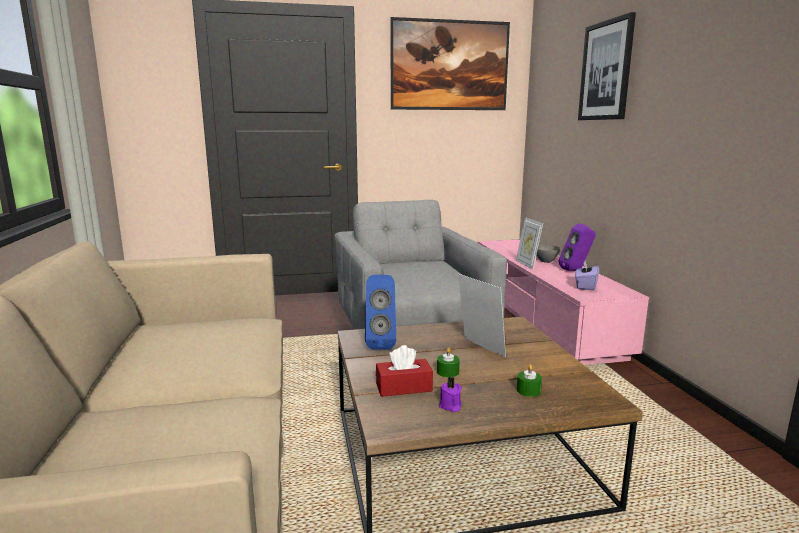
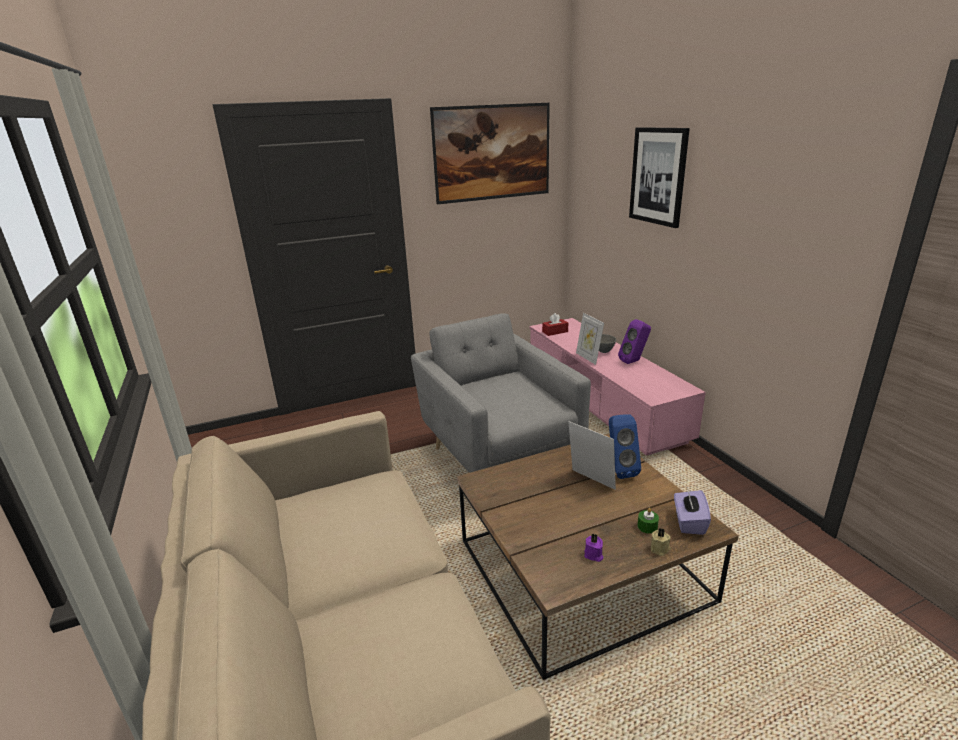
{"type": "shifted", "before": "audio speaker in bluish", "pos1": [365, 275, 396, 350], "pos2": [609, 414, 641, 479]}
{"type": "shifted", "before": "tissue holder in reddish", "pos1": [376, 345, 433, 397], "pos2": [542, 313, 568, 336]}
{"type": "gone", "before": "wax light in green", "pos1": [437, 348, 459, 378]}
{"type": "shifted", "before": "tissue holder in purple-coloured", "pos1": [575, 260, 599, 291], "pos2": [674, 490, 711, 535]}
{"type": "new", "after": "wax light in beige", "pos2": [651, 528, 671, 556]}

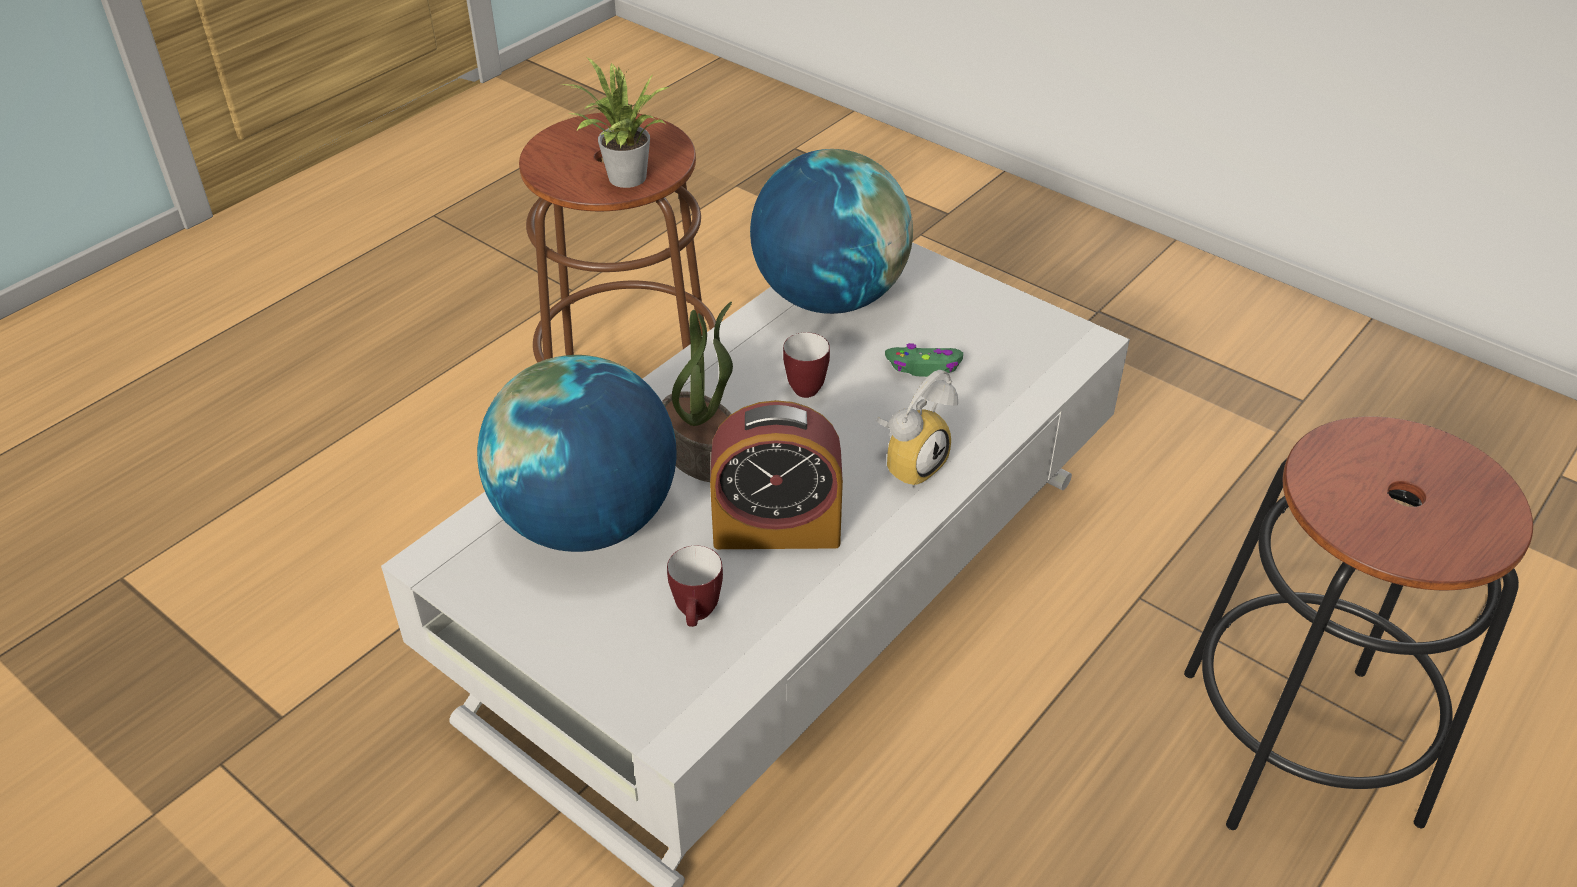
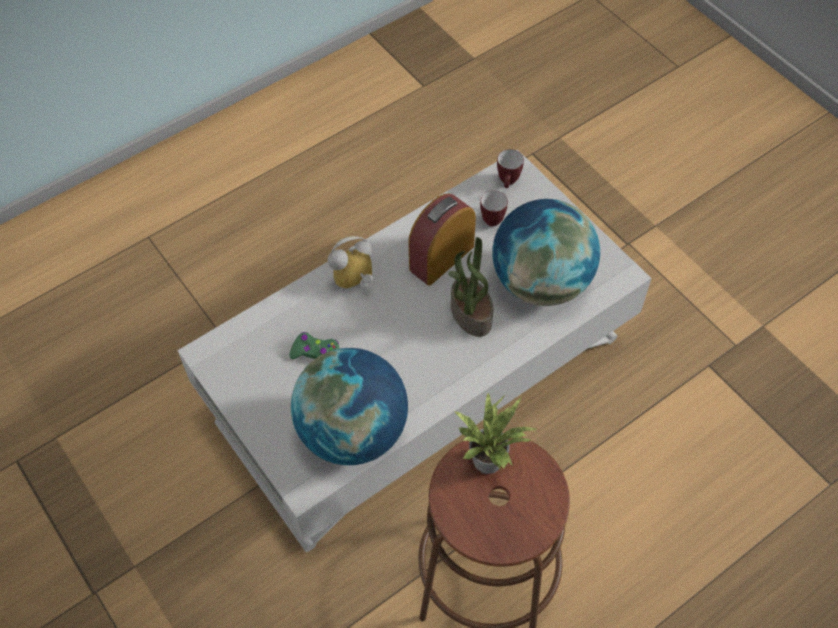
{"type": "rotated", "before": "bedside clock", "pos1": [710, 400, 843, 549], "pos2": [408, 193, 476, 286], "turn": -60}
{"type": "shifted", "before": "coffee mug", "pos1": [783, 332, 830, 398], "pos2": [497, 149, 524, 188]}
{"type": "gone", "before": "stool in blackish", "pos1": [1184, 416, 1533, 830]}

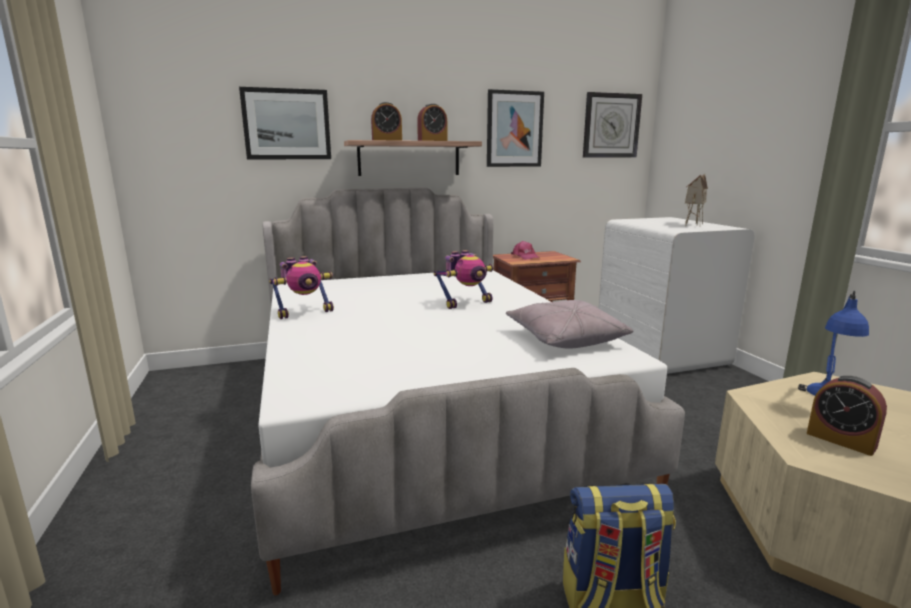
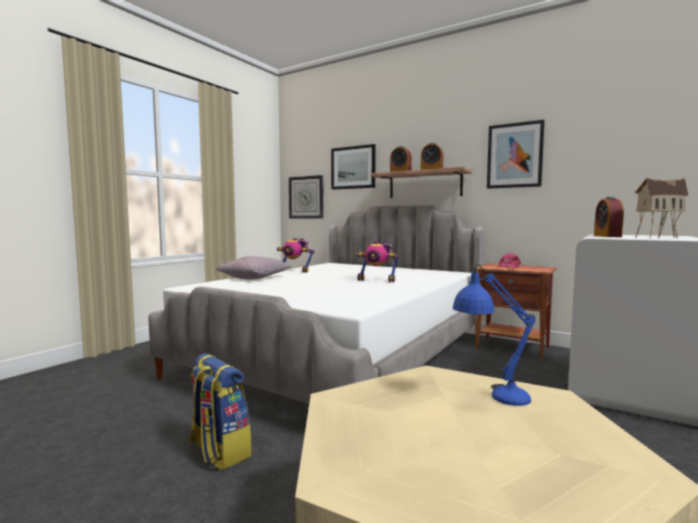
{"type": "shifted", "before": "throw pillow in purple-coloured", "pos1": [506, 300, 634, 348], "pos2": [215, 256, 292, 280]}
{"type": "shifted", "before": "hanging clock", "pos1": [583, 92, 642, 158], "pos2": [289, 175, 324, 219]}
{"type": "shifted", "before": "bedside clock", "pos1": [807, 376, 887, 456], "pos2": [594, 197, 624, 237]}

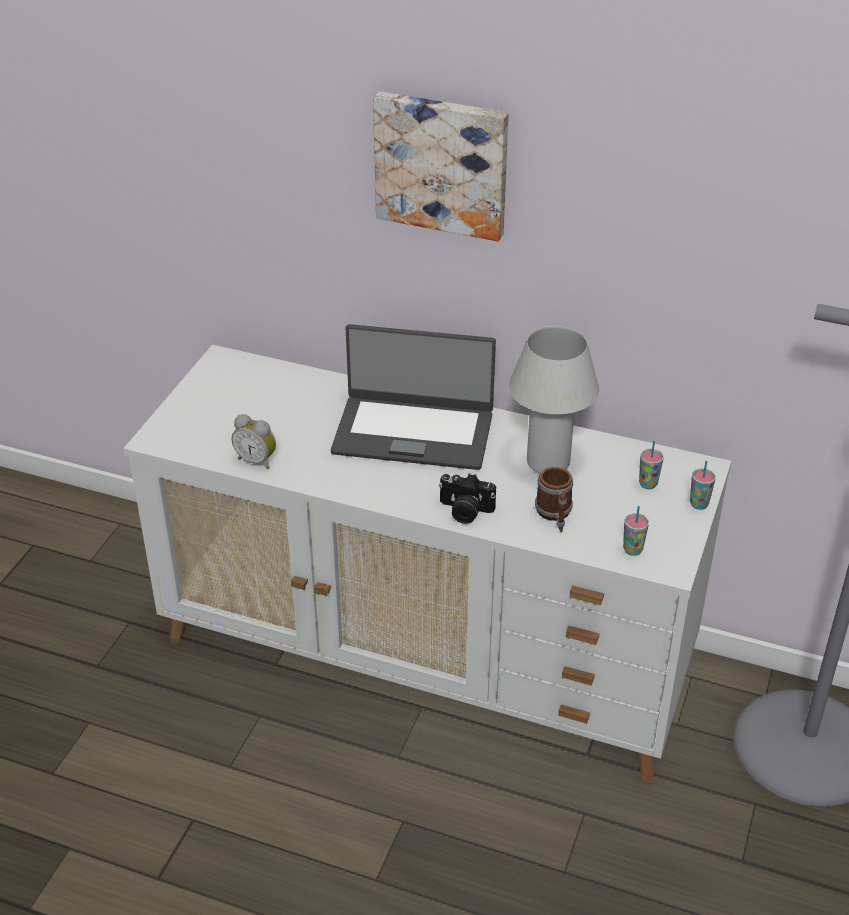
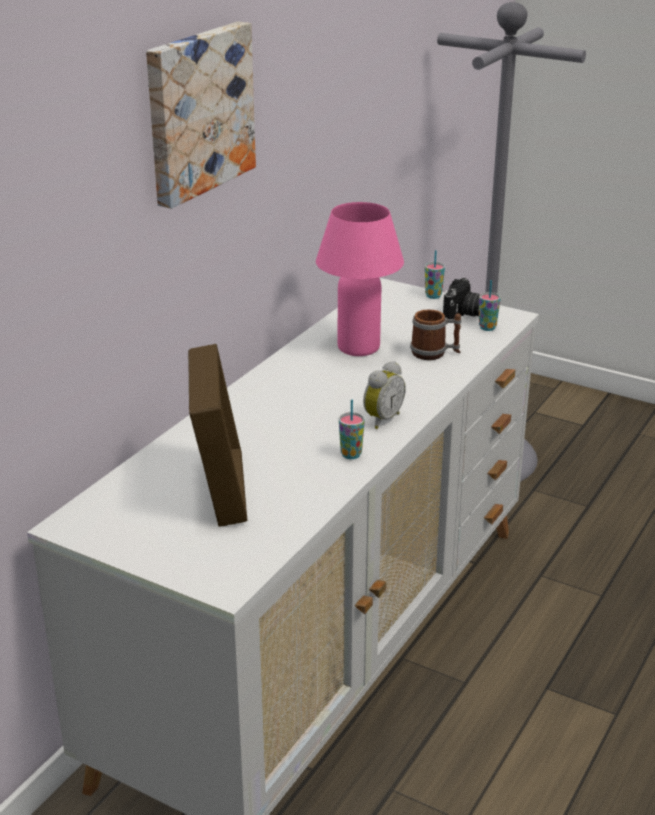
{"type": "shifted", "before": "bedside clock", "pos1": [232, 414, 276, 470], "pos2": [363, 361, 406, 429]}
{"type": "gone", "before": "notebook computer", "pos1": [331, 324, 496, 470]}
{"type": "shifted", "before": "still camera", "pos1": [439, 473, 496, 524], "pos2": [443, 278, 480, 319]}
{"type": "repainted", "before": "lamp for a table in white", "after": "lamp for a table in pink", "pos1": [509, 326, 599, 474], "pos2": [316, 202, 404, 356]}
{"type": "shifted", "before": "small cup", "pos1": [639, 441, 664, 489], "pos2": [339, 400, 365, 459]}
{"type": "new", "after": "picture frame", "pos2": [188, 344, 247, 527]}

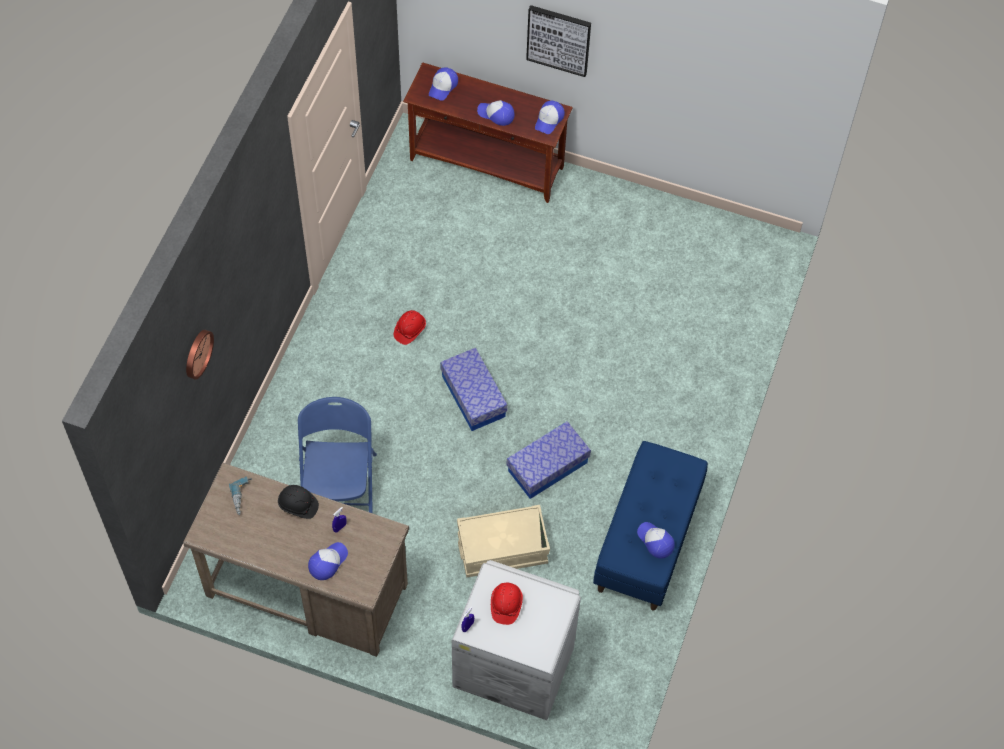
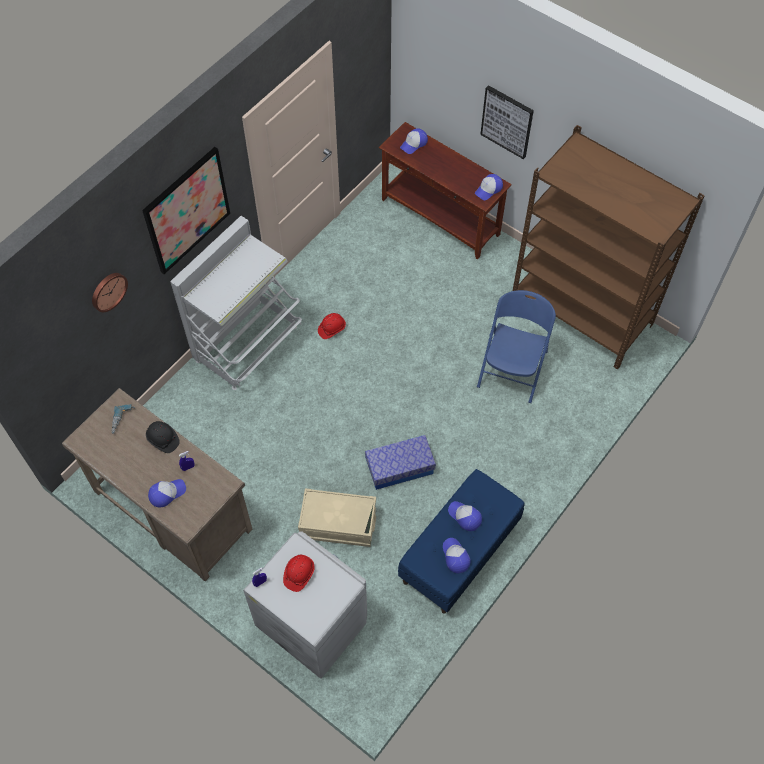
{"type": "shifted", "before": "plain chair in bluish", "pos1": [298, 397, 377, 513], "pos2": [477, 290, 556, 403]}
{"type": "gone", "before": "storage container", "pos1": [440, 348, 508, 431]}
{"type": "shifted", "before": "peaked cap", "pos1": [477, 100, 515, 126], "pos2": [448, 501, 482, 531]}
{"type": "new", "after": "wall picture", "pos2": [142, 147, 231, 275]}
{"type": "new", "after": "shoe shelf in white", "pos2": [170, 216, 302, 390]}
{"type": "new", "after": "bookcase in brown-coloured", "pos2": [513, 125, 705, 370]}

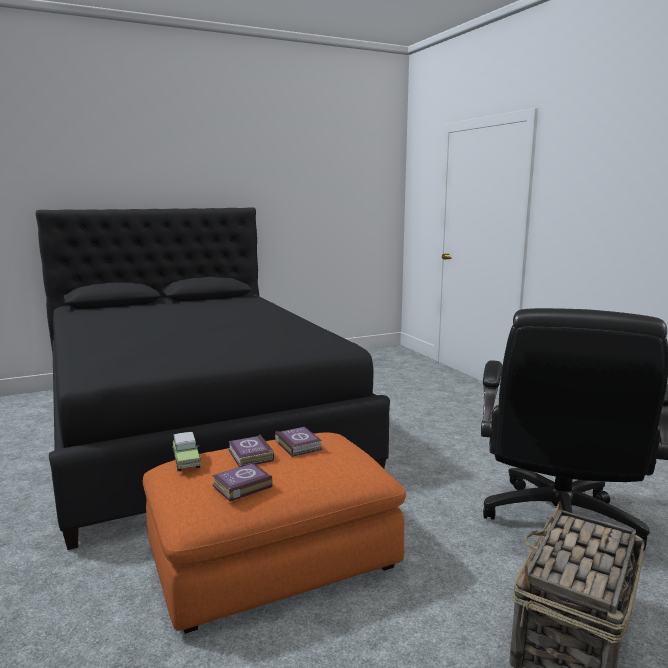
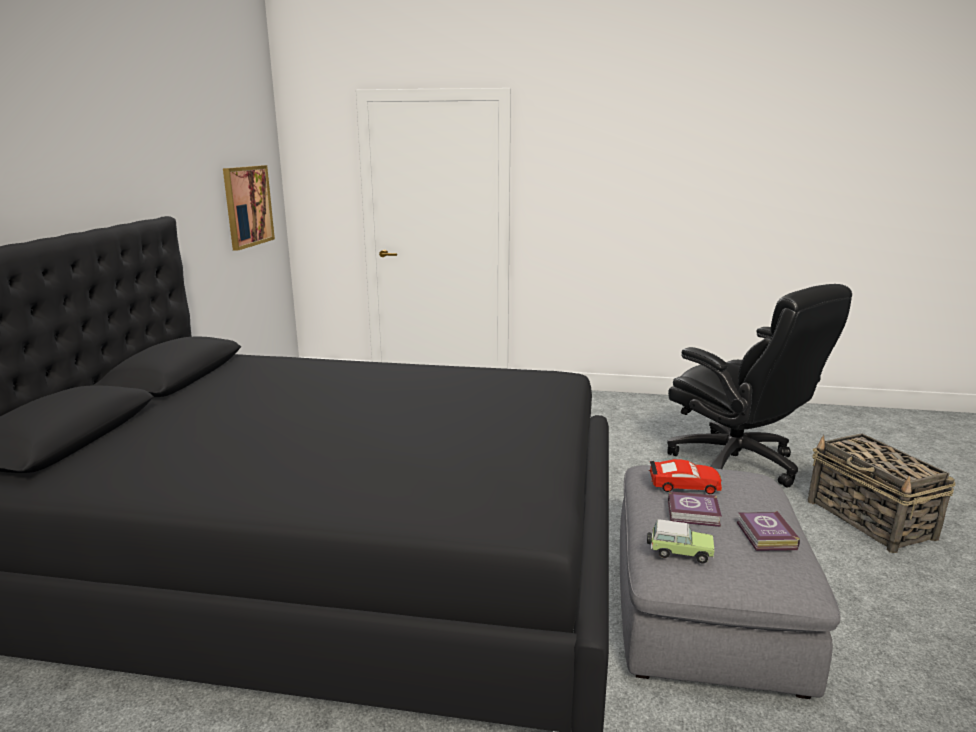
{"type": "repainted", "before": "pouffe in orangey", "after": "pouffe in grey", "pos1": [143, 432, 406, 634], "pos2": [620, 465, 841, 699]}
{"type": "swapped", "before": "volume", "after": "miniature car in reddish", "pos1": [275, 427, 322, 457], "pos2": [649, 459, 722, 494]}
{"type": "new", "after": "wall picture", "pos2": [223, 165, 275, 251]}

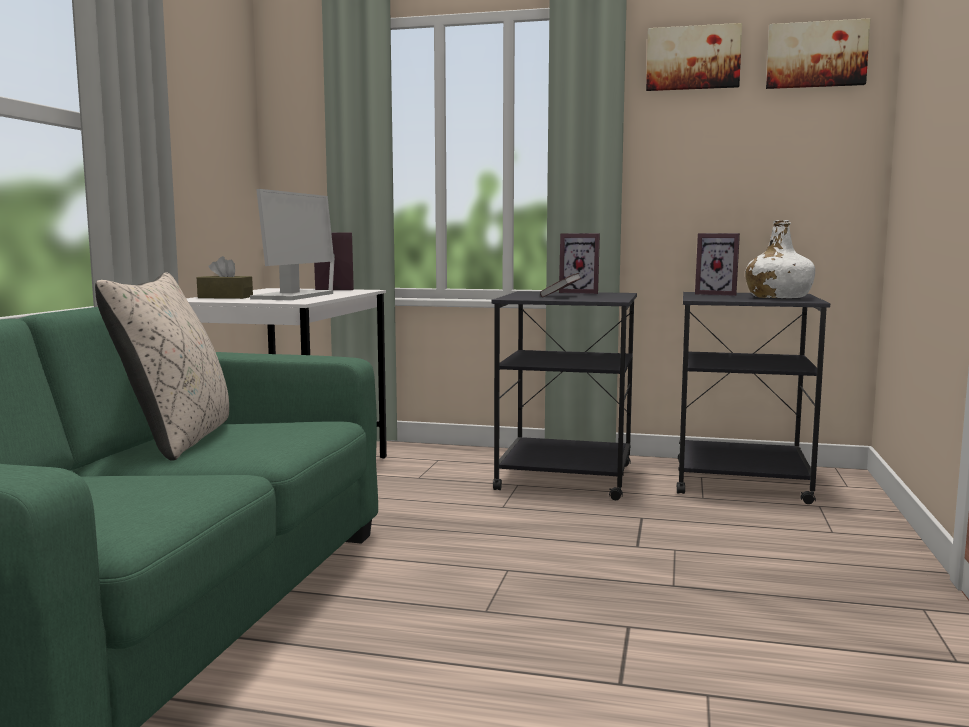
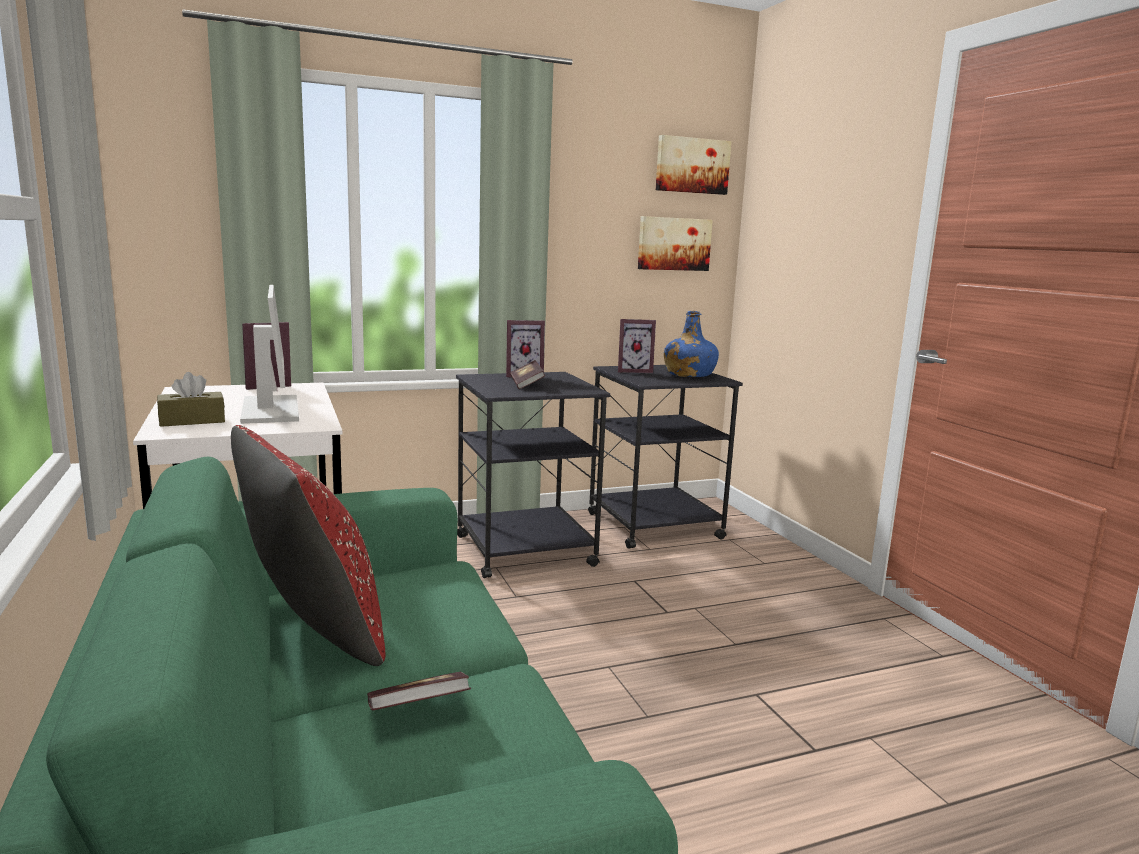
{"type": "repainted", "before": "throw pillow in beige", "after": "throw pillow in reddish", "pos1": [95, 272, 229, 461], "pos2": [231, 425, 385, 666]}
{"type": "shifted", "before": "wall picture", "pos1": [646, 23, 742, 91], "pos2": [638, 216, 713, 271]}
{"type": "repainted", "before": "bottle in white", "after": "bottle in bluish", "pos1": [745, 220, 815, 298], "pos2": [664, 311, 719, 377]}
{"type": "new", "after": "volume", "pos2": [367, 672, 471, 710]}

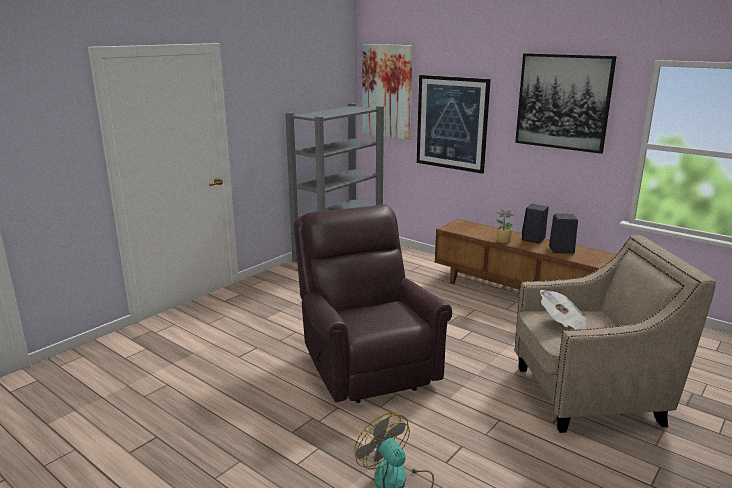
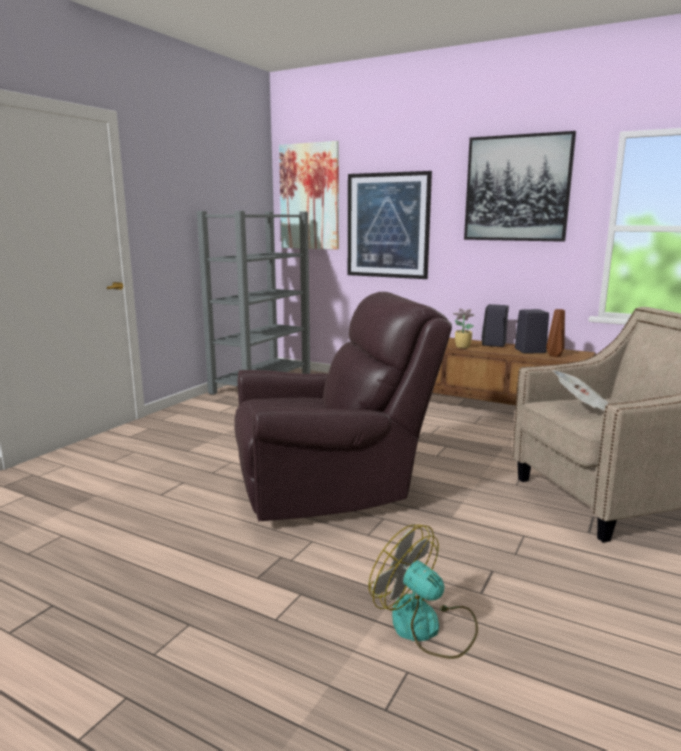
{"type": "rotated", "before": "armchair in brown-coloured", "pos1": [294, 204, 452, 403], "pos2": [234, 292, 452, 522], "turn": 105}
{"type": "new", "after": "decorative vase in brown-coloured", "pos2": [546, 309, 565, 357]}

